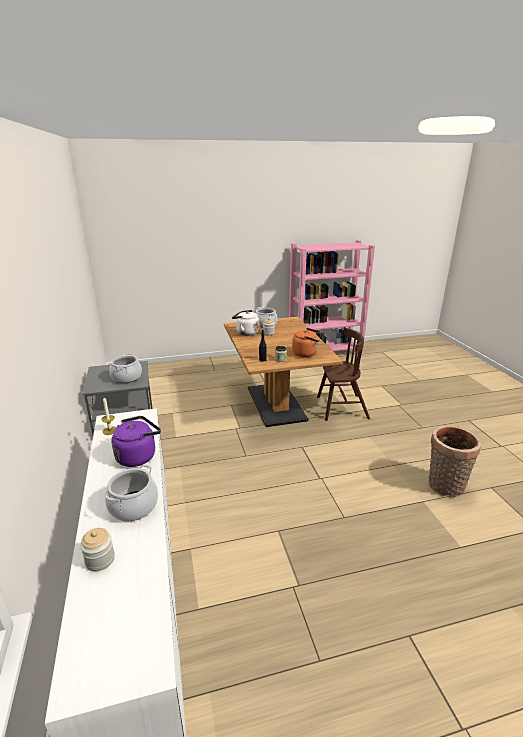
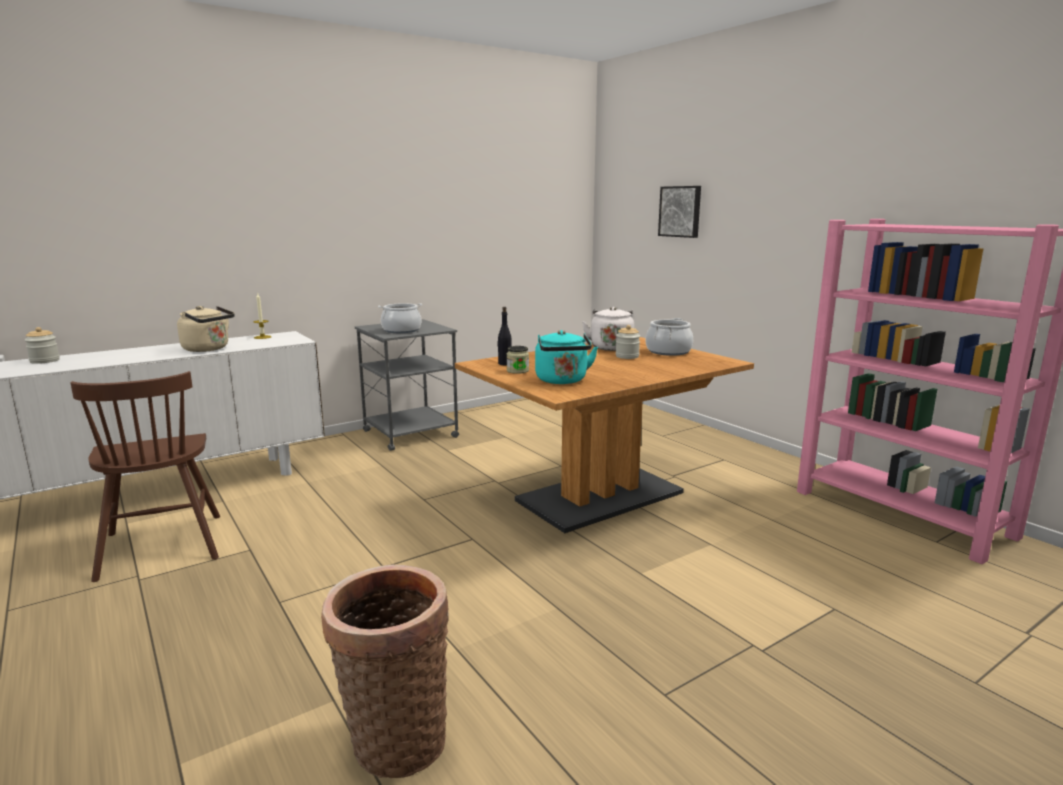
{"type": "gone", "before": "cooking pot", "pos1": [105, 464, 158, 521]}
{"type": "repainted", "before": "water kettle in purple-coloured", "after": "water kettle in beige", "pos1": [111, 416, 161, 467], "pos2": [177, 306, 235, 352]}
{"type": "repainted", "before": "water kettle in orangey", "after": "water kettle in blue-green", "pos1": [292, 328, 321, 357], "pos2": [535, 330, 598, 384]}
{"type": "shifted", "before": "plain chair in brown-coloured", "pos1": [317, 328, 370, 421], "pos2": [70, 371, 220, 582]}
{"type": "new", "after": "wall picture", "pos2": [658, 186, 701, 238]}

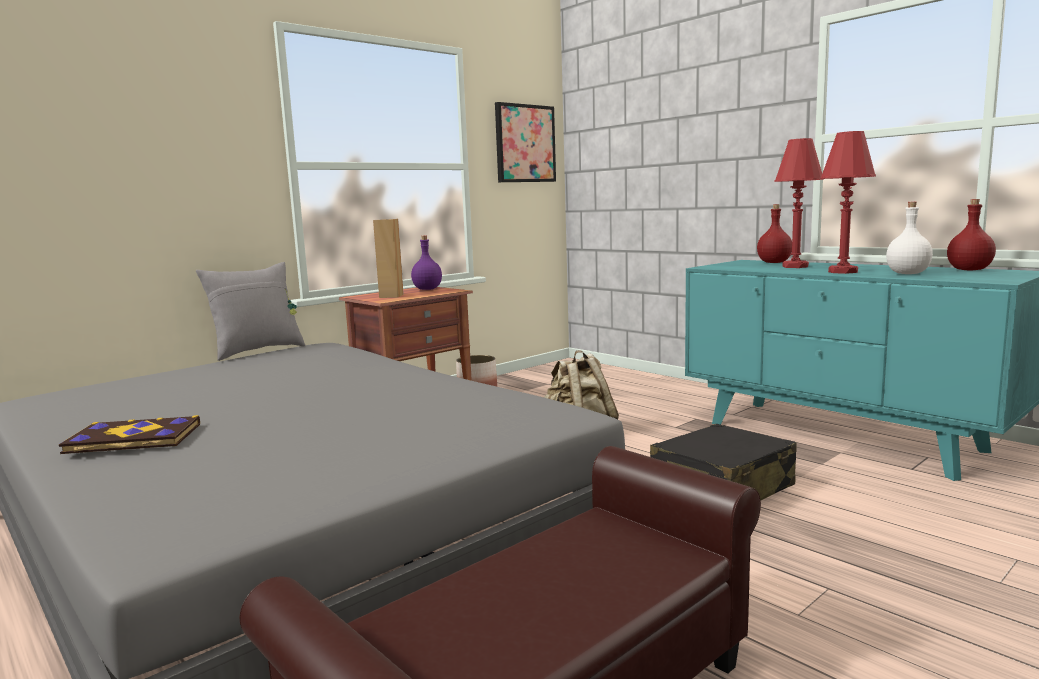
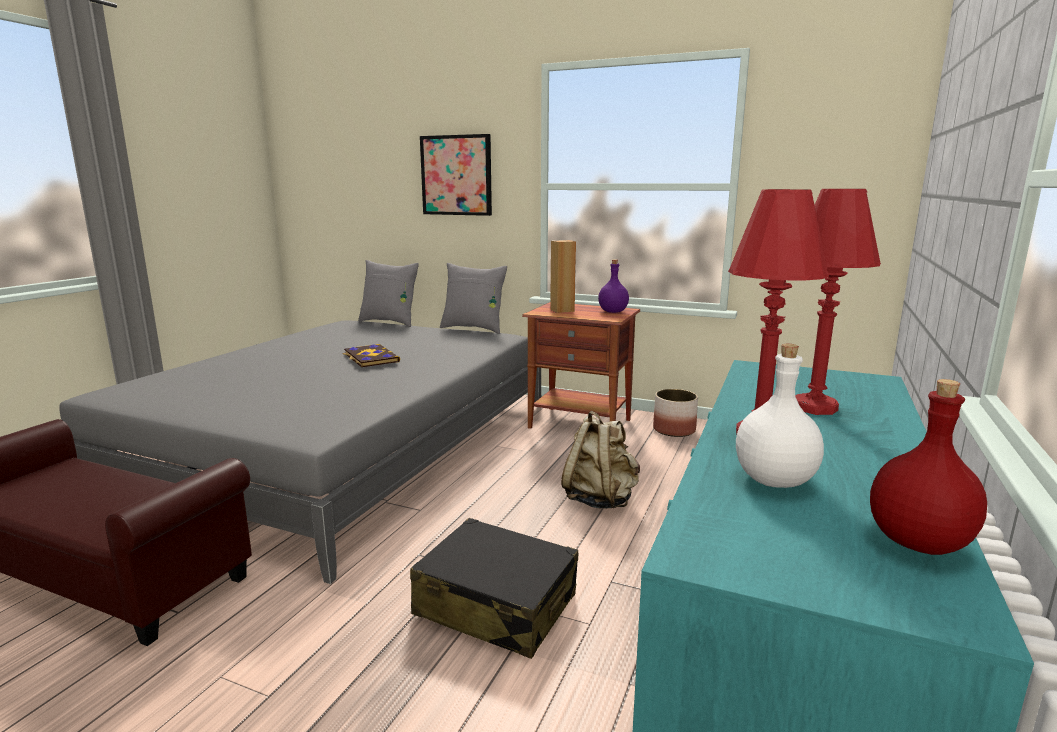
{"type": "shifted", "before": "volume", "pos1": [59, 415, 200, 454], "pos2": [343, 344, 400, 367]}
{"type": "shifted", "before": "wall picture", "pos1": [495, 102, 556, 182], "pos2": [420, 134, 492, 216]}
{"type": "gone", "before": "bottle in reddish", "pos1": [757, 204, 792, 263]}
{"type": "new", "after": "throw pillow in grey", "pos2": [358, 260, 419, 327]}

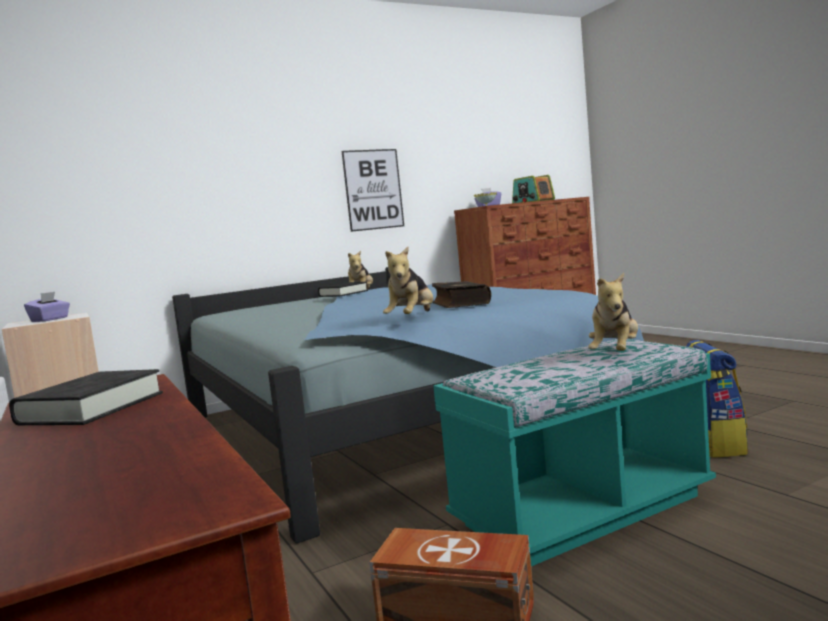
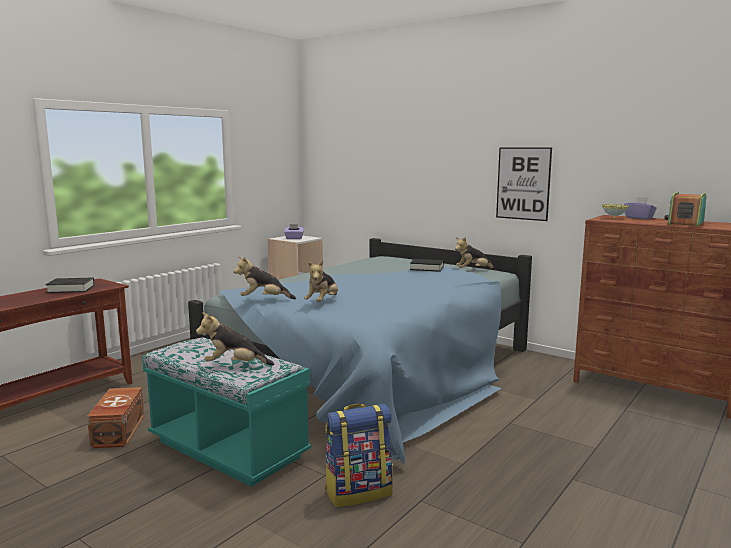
{"type": "swapped", "before": "volume", "after": "cuddly toy", "pos1": [432, 281, 491, 308], "pos2": [304, 261, 338, 302]}

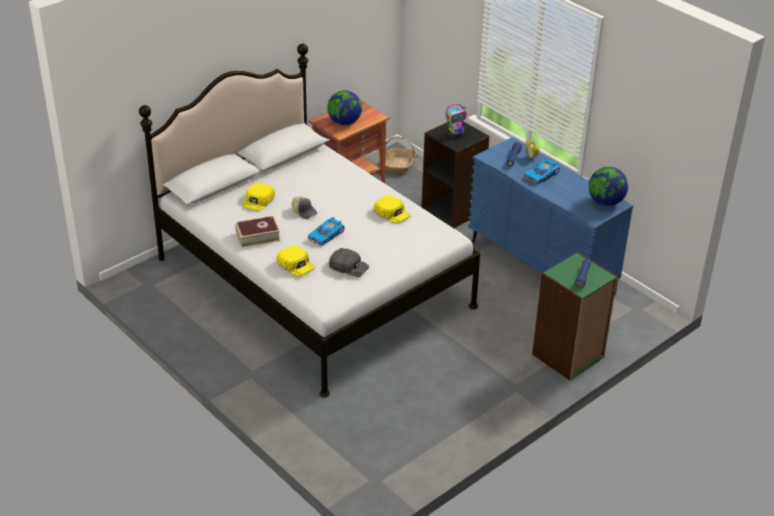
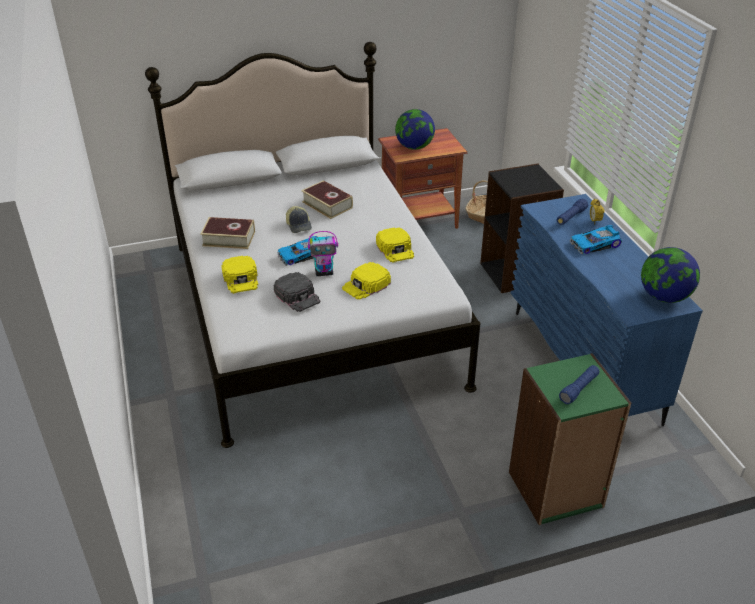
{"type": "shifted", "before": "peaked cap in yellow", "pos1": [242, 183, 275, 211], "pos2": [342, 262, 391, 300]}
{"type": "shifted", "before": "model robot", "pos1": [445, 104, 466, 138], "pos2": [308, 231, 338, 276]}
{"type": "new", "after": "volume", "pos2": [301, 180, 353, 219]}

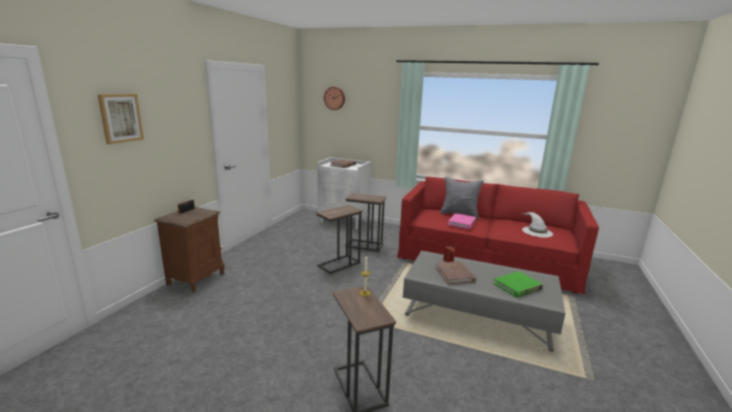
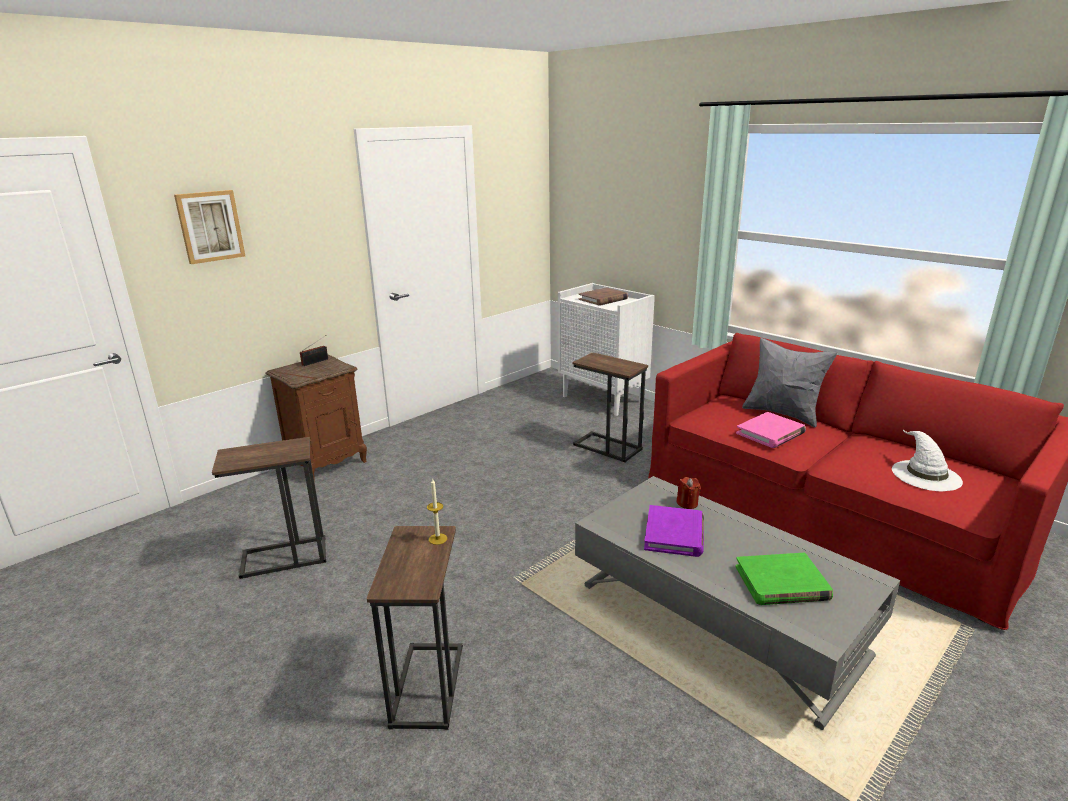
{"type": "shifted", "before": "accent table in brown-coloured", "pos1": [316, 205, 363, 274], "pos2": [212, 437, 326, 579]}
{"type": "gone", "before": "hanging clock", "pos1": [324, 87, 345, 110]}
{"type": "repainted", "before": "volume in brown-coloured", "after": "volume in purple-coloured", "pos1": [436, 261, 476, 285], "pos2": [644, 505, 704, 557]}

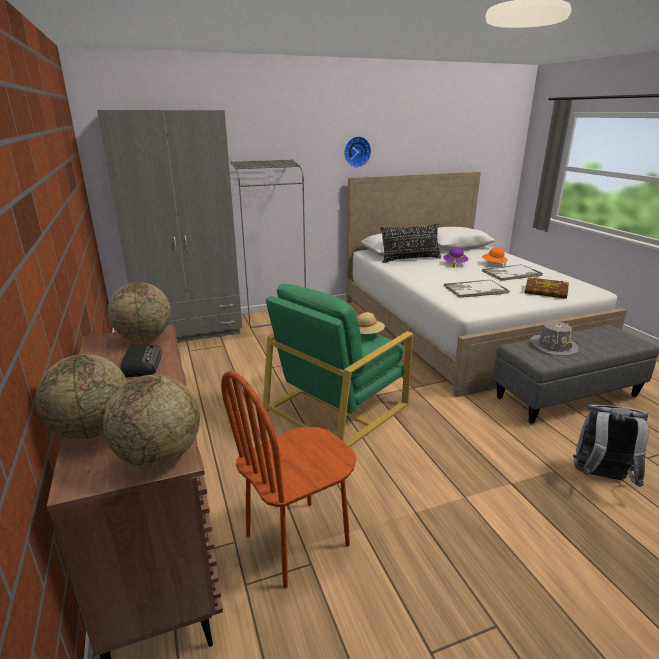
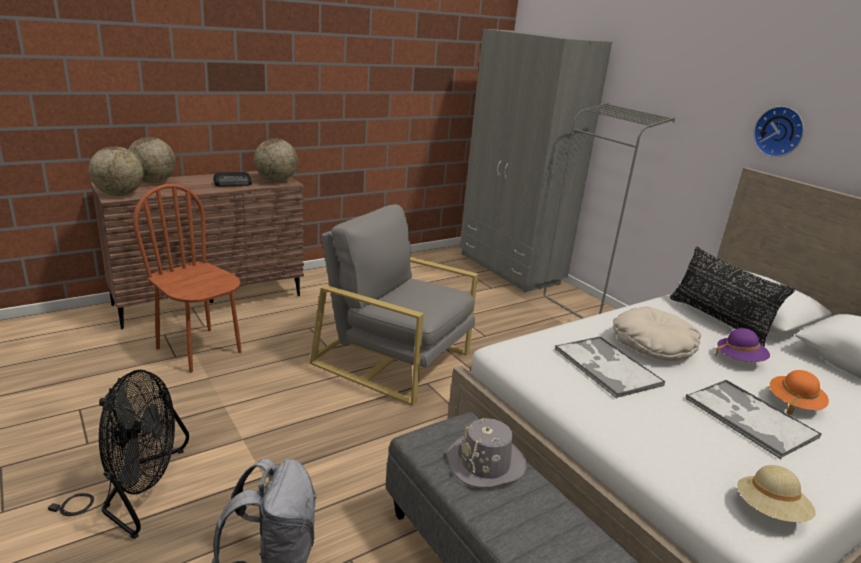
{"type": "repainted", "before": "armchair in green", "after": "armchair in grey", "pos1": [263, 284, 413, 447], "pos2": [309, 204, 478, 406]}
{"type": "shifted", "before": "clothing hat in beige", "pos1": [357, 312, 385, 334], "pos2": [737, 465, 816, 522]}
{"type": "gone", "before": "volume", "pos1": [525, 277, 569, 299]}
{"type": "new", "after": "fan in blackish", "pos2": [47, 370, 189, 539]}
{"type": "new", "after": "throw pillow in beige", "pos2": [613, 306, 701, 361]}

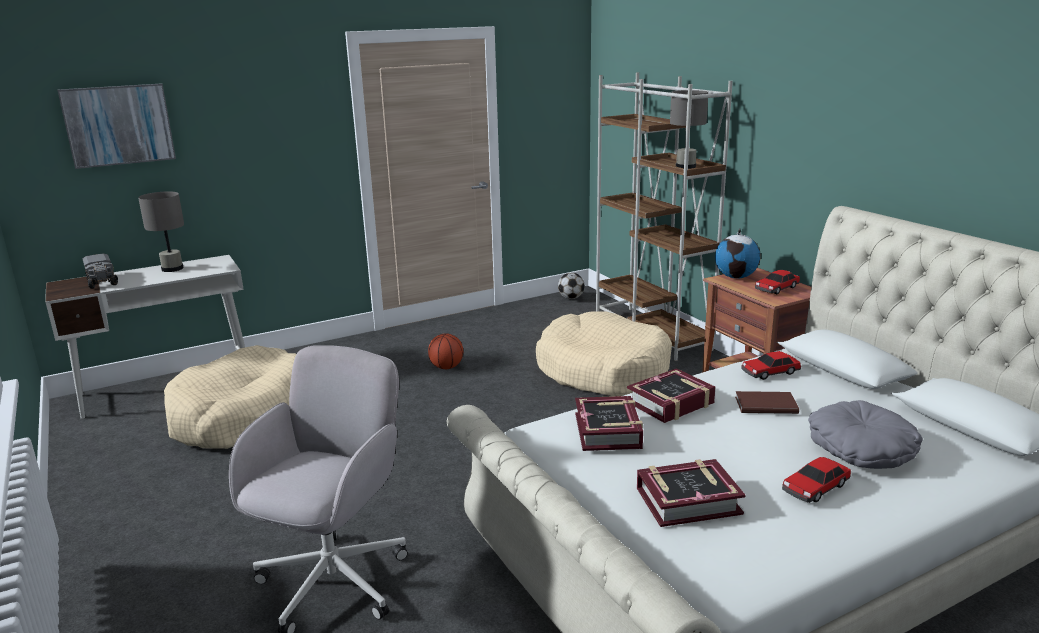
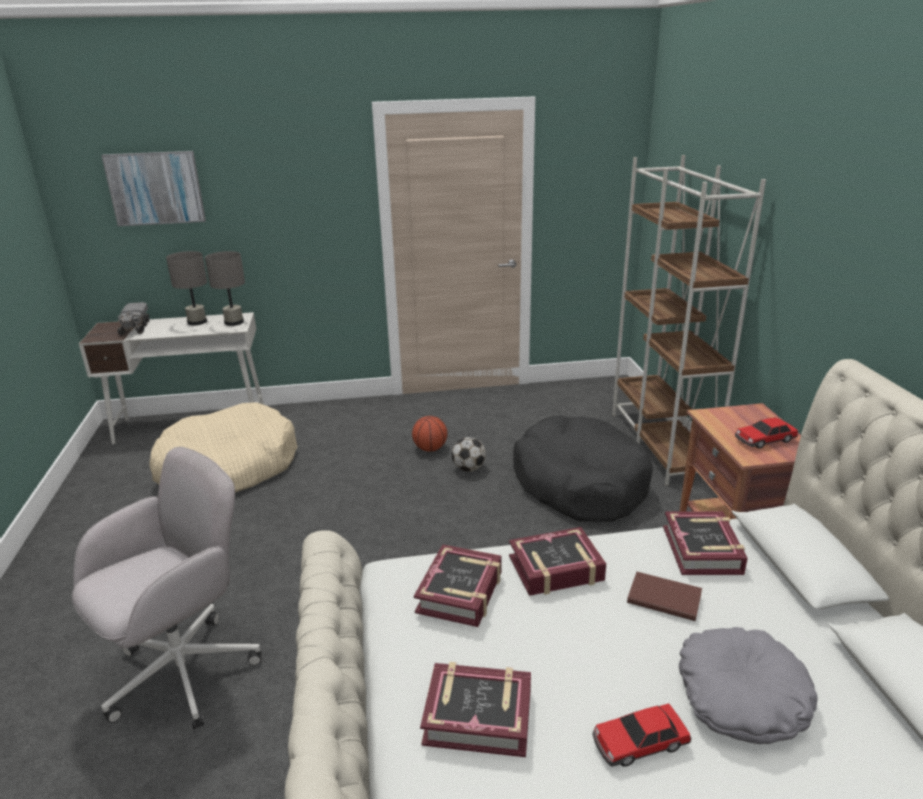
{"type": "repainted", "before": "dog bed in beige", "after": "dog bed in blackish", "pos1": [536, 312, 672, 396], "pos2": [513, 415, 653, 522]}
{"type": "shifted", "before": "ball for football", "pos1": [558, 273, 585, 299], "pos2": [452, 437, 486, 472]}
{"type": "shifted", "before": "lamp for a table in grey", "pos1": [670, 90, 708, 169], "pos2": [205, 251, 245, 326]}
{"type": "gone", "before": "world globe", "pos1": [715, 228, 761, 279]}
{"type": "swapped", "before": "miniature car", "after": "volume", "pos1": [741, 351, 801, 380], "pos2": [663, 511, 748, 575]}

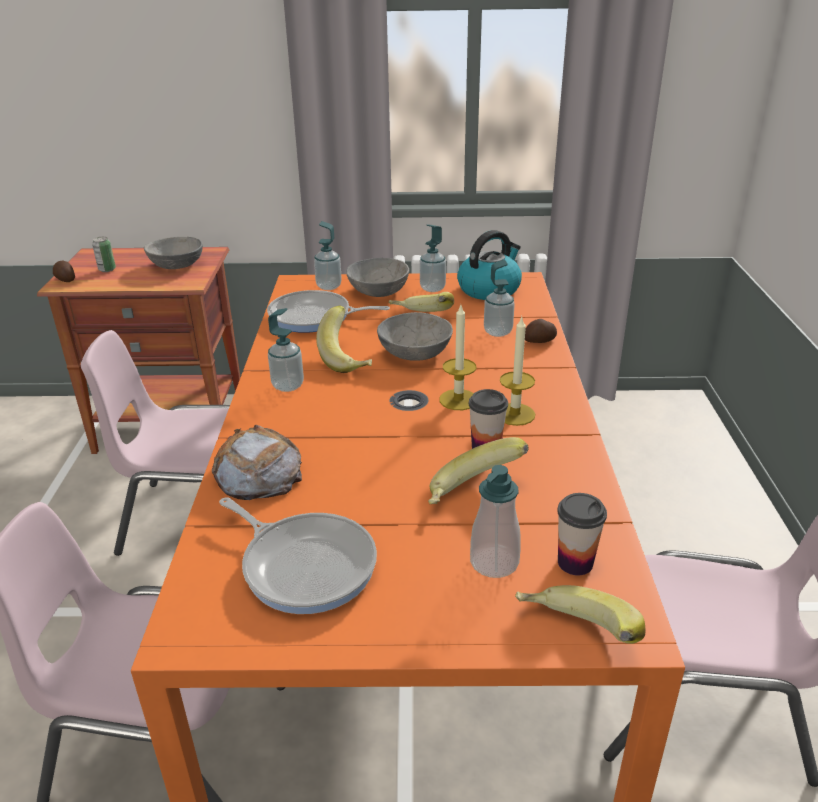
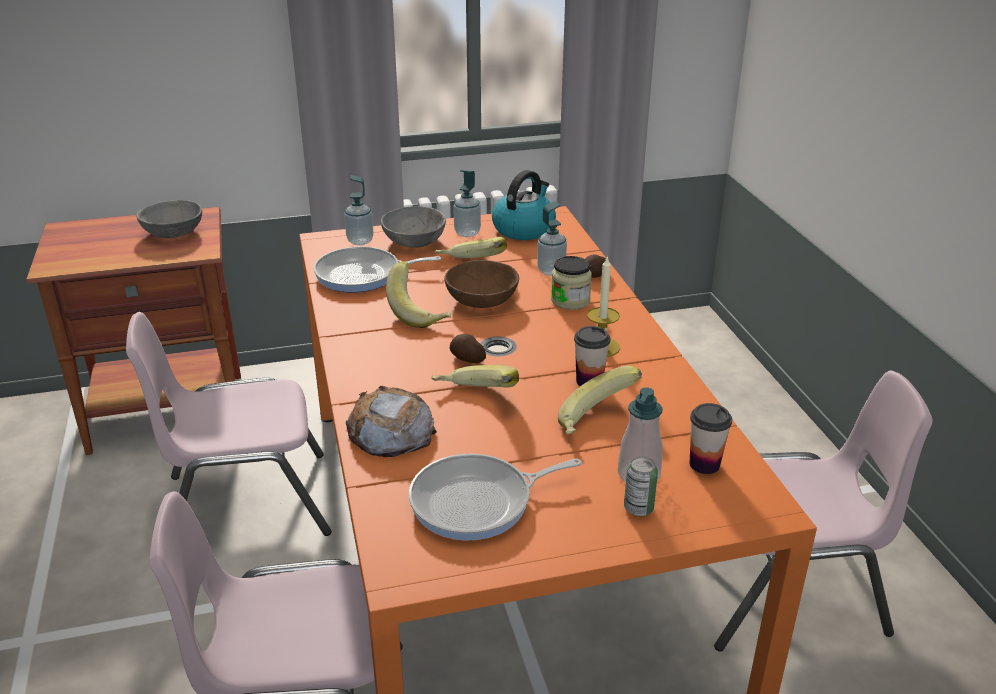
{"type": "shifted", "before": "spud", "pos1": [53, 260, 75, 282], "pos2": [450, 334, 486, 363]}
{"type": "shifted", "before": "sealed can", "pos1": [92, 237, 116, 272], "pos2": [624, 456, 658, 516]}
{"type": "rotated", "before": "skillet", "pos1": [219, 497, 377, 614], "pos2": [409, 454, 582, 541], "turn": 135}
{"type": "gone", "before": "liquid soap bottle", "pos1": [268, 308, 304, 392]}
{"type": "repainted", "before": "bowl in grey", "after": "bowl in brown-coloured", "pos1": [377, 312, 453, 361], "pos2": [444, 260, 519, 308]}
{"type": "gone", "before": "wax light", "pos1": [439, 305, 476, 410]}
{"type": "shifted", "before": "whole banana", "pos1": [515, 585, 645, 644], "pos2": [431, 365, 519, 387]}
{"type": "new", "after": "preserve jar", "pos2": [551, 256, 592, 310]}

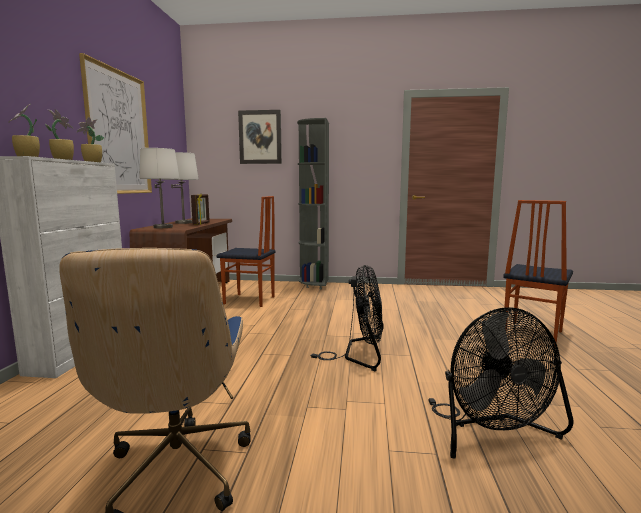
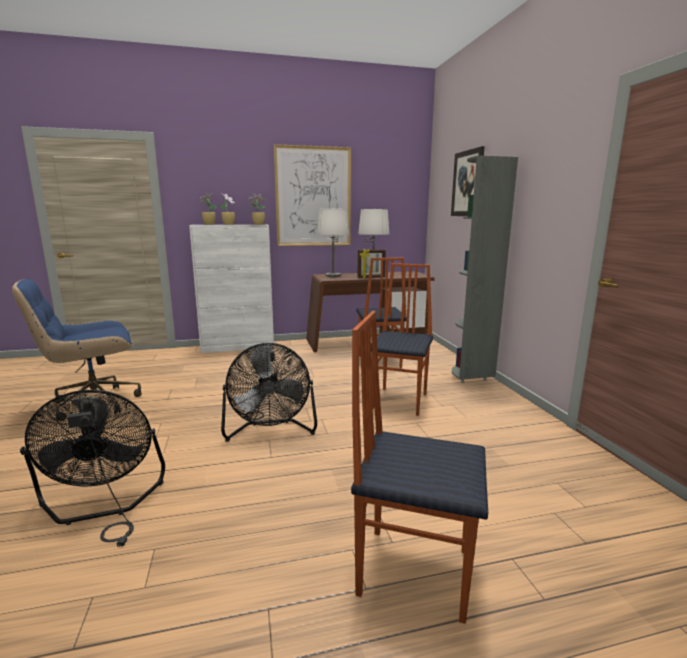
{"type": "rotated", "before": "fan in blackish", "pos1": [429, 307, 574, 459], "pos2": [20, 390, 165, 547], "turn": 105}
{"type": "new", "after": "plain chair", "pos2": [371, 263, 433, 416]}

